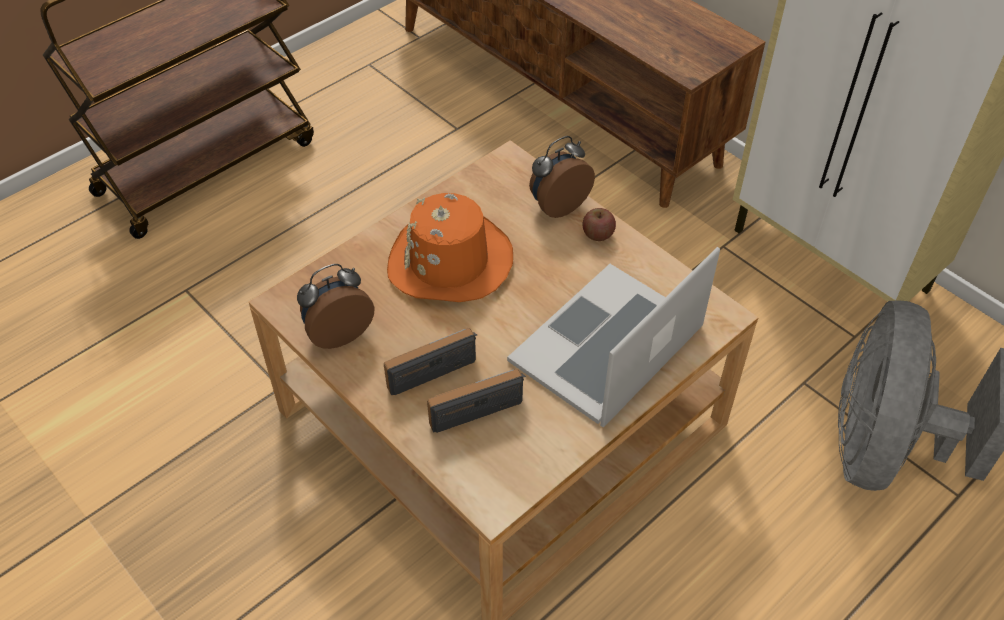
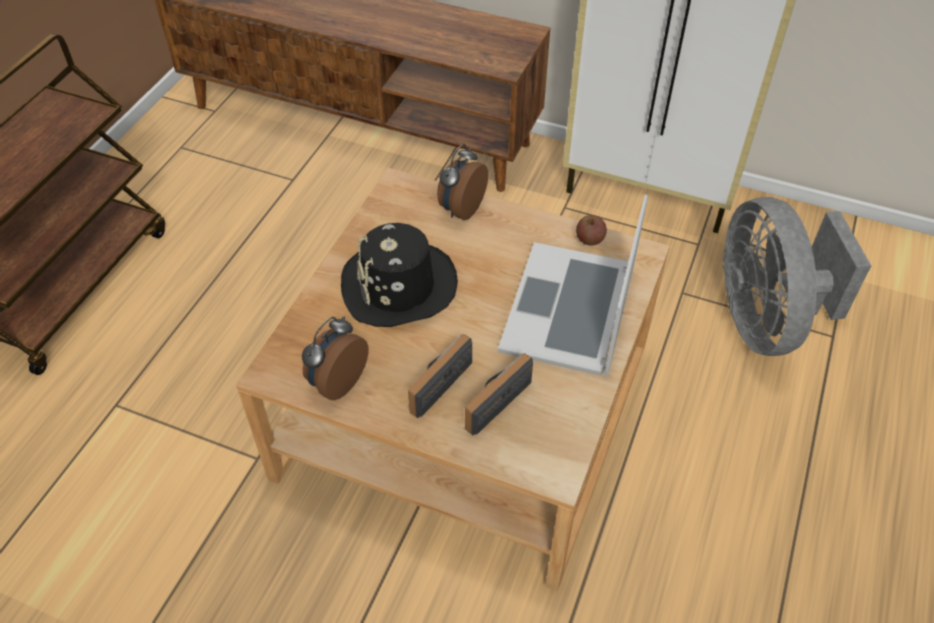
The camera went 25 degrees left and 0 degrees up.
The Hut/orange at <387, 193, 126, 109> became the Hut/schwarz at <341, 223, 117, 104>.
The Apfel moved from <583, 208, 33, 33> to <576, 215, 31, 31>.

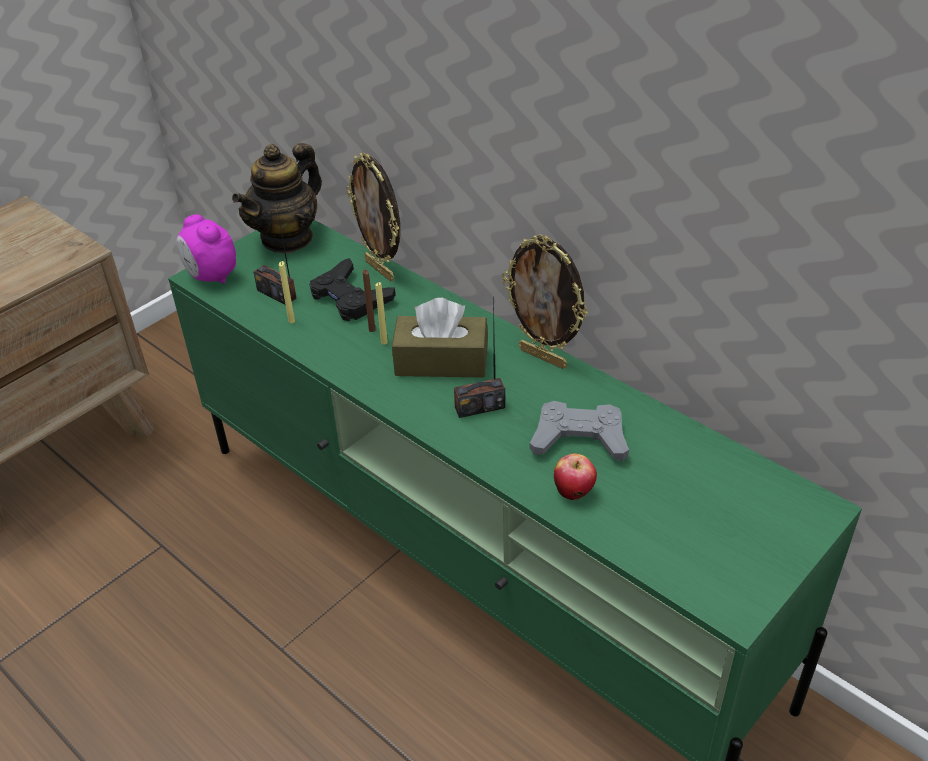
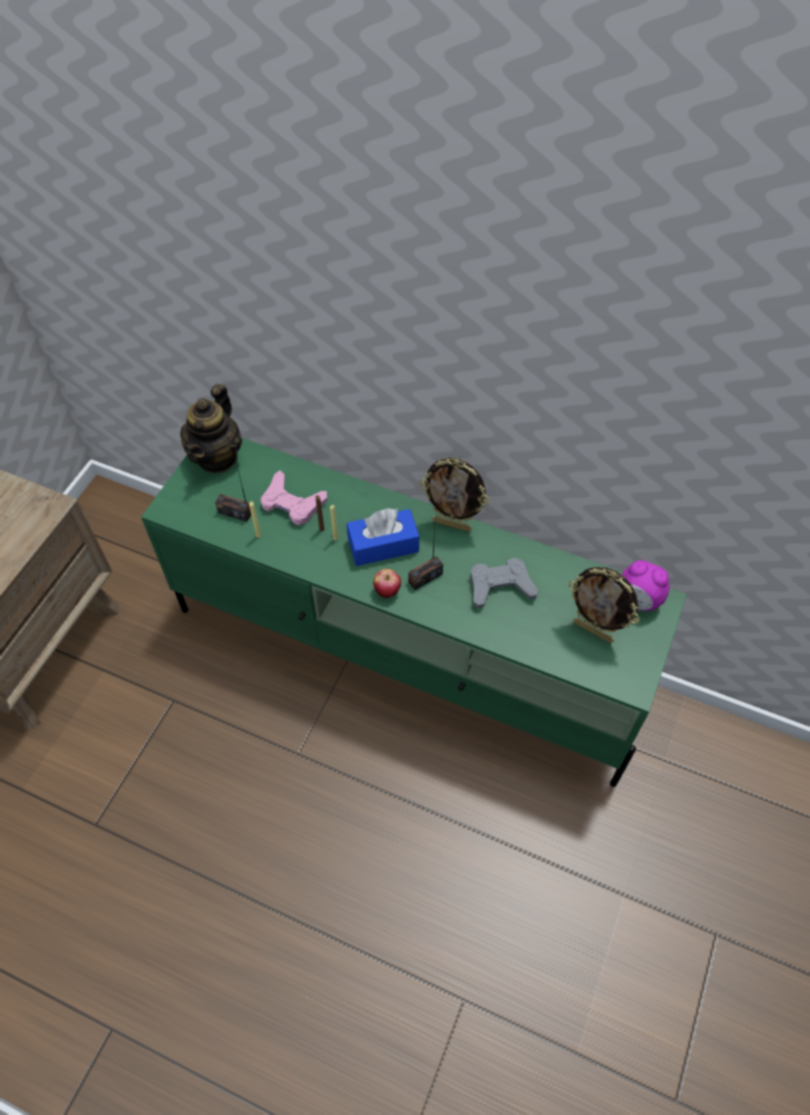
The camera went 20 degrees left and 15 degrees up.
The Bilderrahmen moved from <346, 152, 54, 129> to <568, 567, 72, 76>.
The Wecker moved from <176, 214, 60, 70> to <622, 560, 48, 51>.
The Gamepad/schwarz at <309, 258, 86, 63> became the Gamepad/rosa at <260, 471, 67, 55>.
The Taschentuchbox/braun at <392, 298, 96, 80> became the Taschentuchbox/blau at <347, 508, 72, 58>.
The Apfel moved from <554, 454, 43, 46> to <373, 569, 28, 29>.

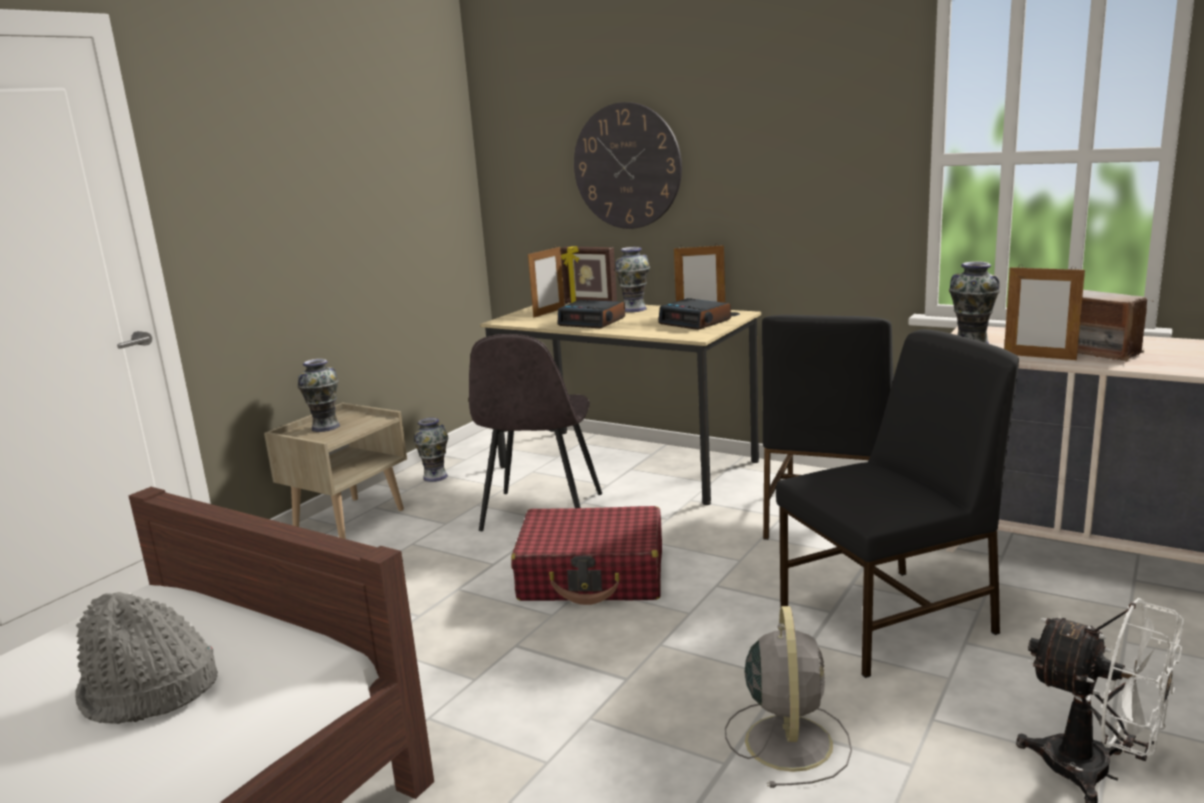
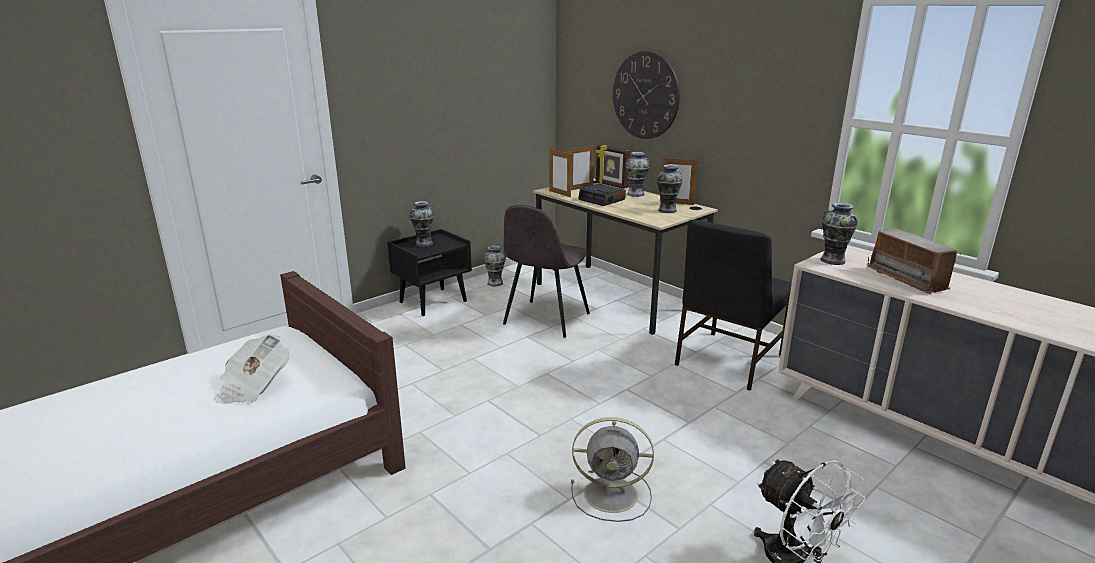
The camera went 15 degrees right and 5 degrees up.
The Bilderrahmen moved from <1004, 265, 81, 95> to <549, 149, 23, 48>.
The Wecker at <658, 298, 73, 32> was replaced by the Vase at <656, 165, 27, 48>.
The Stuhl/schwarz at <776, 329, 243, 349> disappeared.
The Nachttisch/beige at <264, 402, 143, 137> became the Nachttisch/schwarz at <387, 229, 85, 87>.
The Koffer/rot at <511, 506, 151, 99> disappeared.
The Hut/grau at <75, 592, 143, 132> was replaced by the Zeitung at <215, 334, 74, 70>.
The Ventilator/grau at <725, 606, 127, 182> turned 75 degrees clockwise.

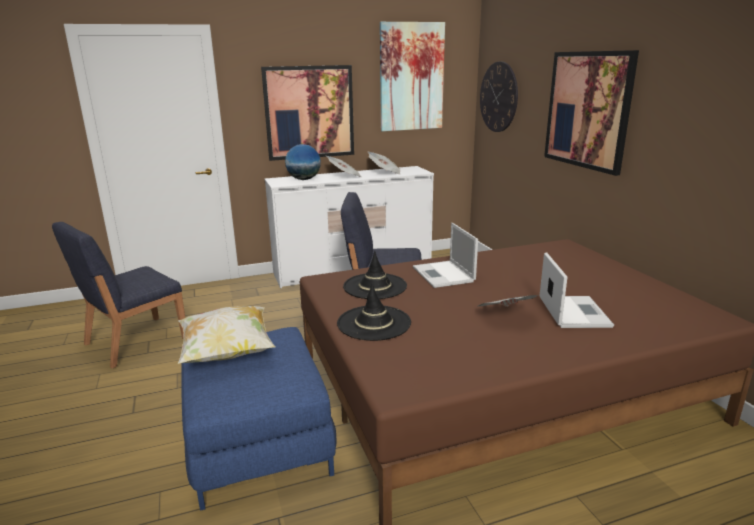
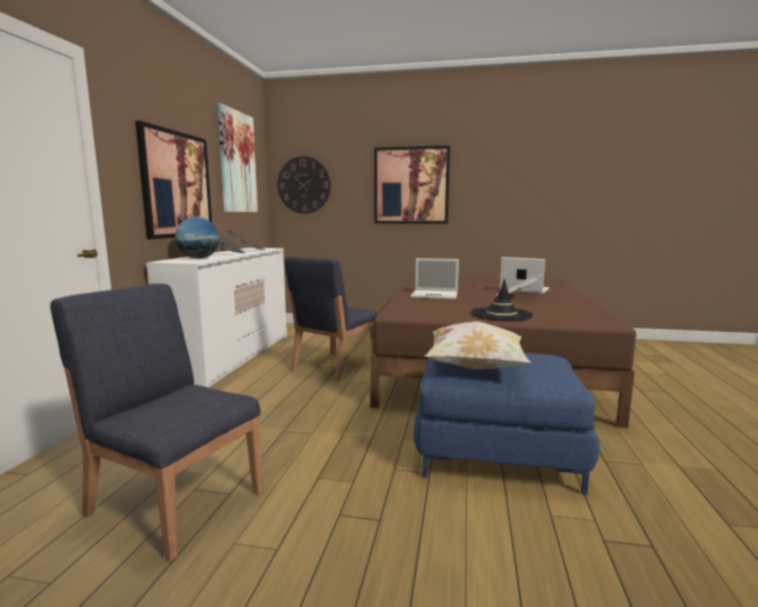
The camera went 60 degrees left and 10 degrees down.
The Stuhl/blau at <52, 222, 133, 146> turned 135 degrees clockwise.
The Hut/schwarz at <343, 251, 64, 48> disappeared.

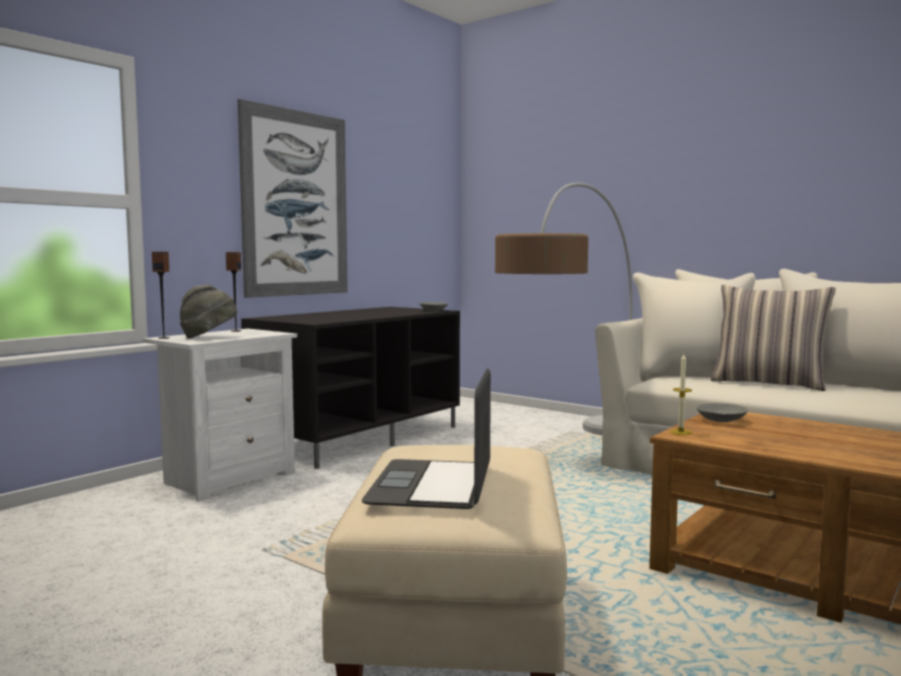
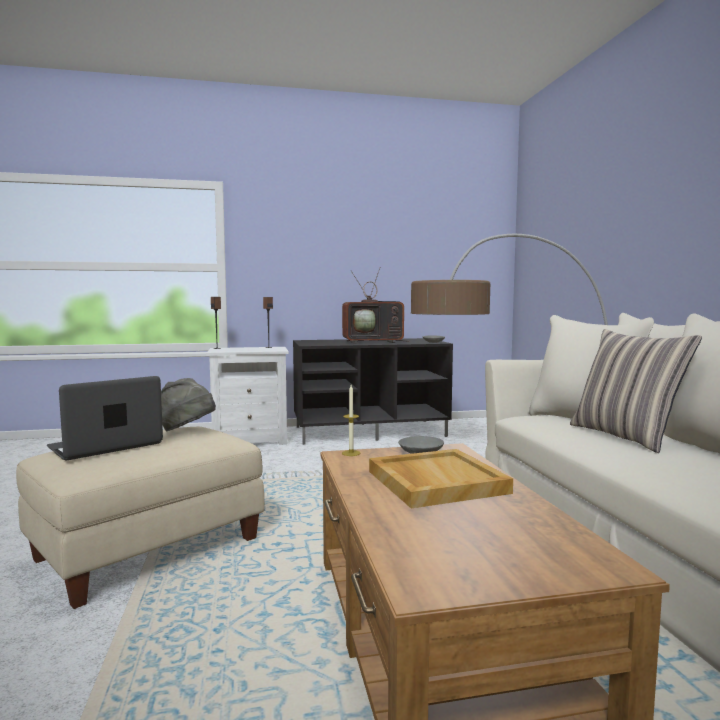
The camera went 40 degrees right and 0 degrees up.
The Bild at <238, 99, 110, 199> disappeared.
The Hut/grau moved from <180, 284, 57, 54> to <161, 378, 55, 53>.
The Fernseher at <342, 268, 68, 76> appeared.
The Tablett/beige at <369, 449, 144, 59> appeared.

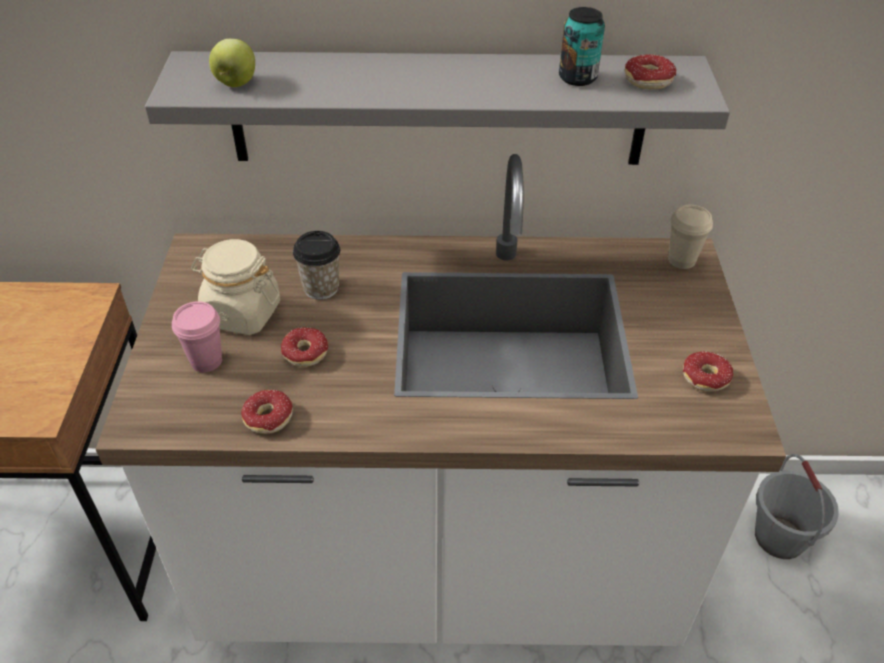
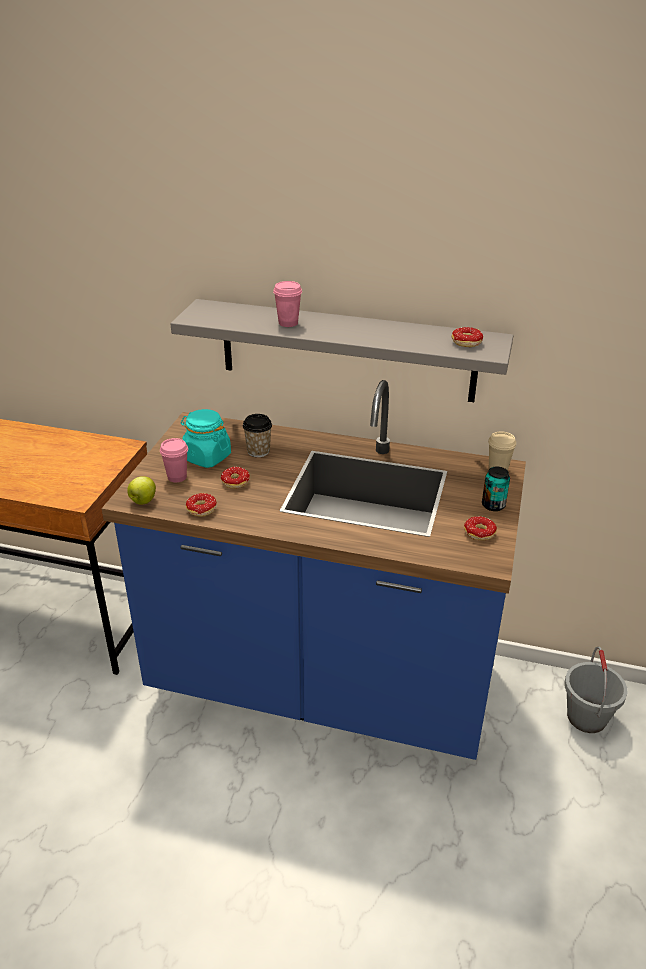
The camera went 15 degrees right and 10 degrees down.
The Dose moved from <559, 7, 46, 79> to <482, 467, 28, 44>.
The Apfel moved from <209, 39, 46, 48> to <127, 476, 29, 29>.
The Küchenzeile/weiß at <95, 154, 691, 492> became the Küchenzeile/blau at <102, 380, 424, 380>.
The Vorratsglas/beige at <191, 239, 89, 96> became the Vorratsglas/türkis at <181, 409, 50, 59>.
The Tasse/rosa at <273, 281, 29, 46> appeared.

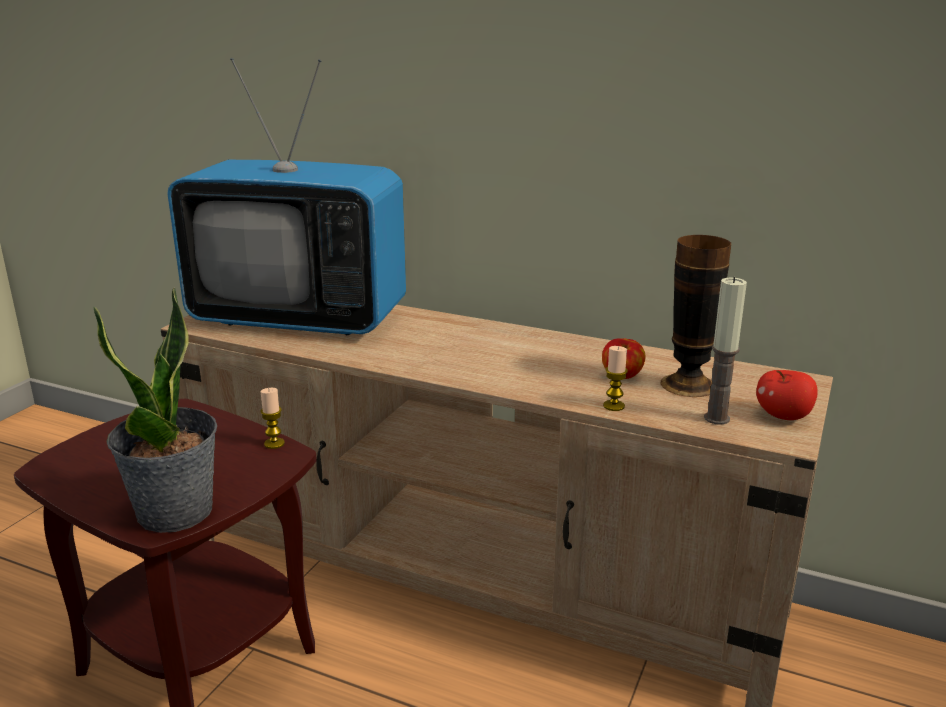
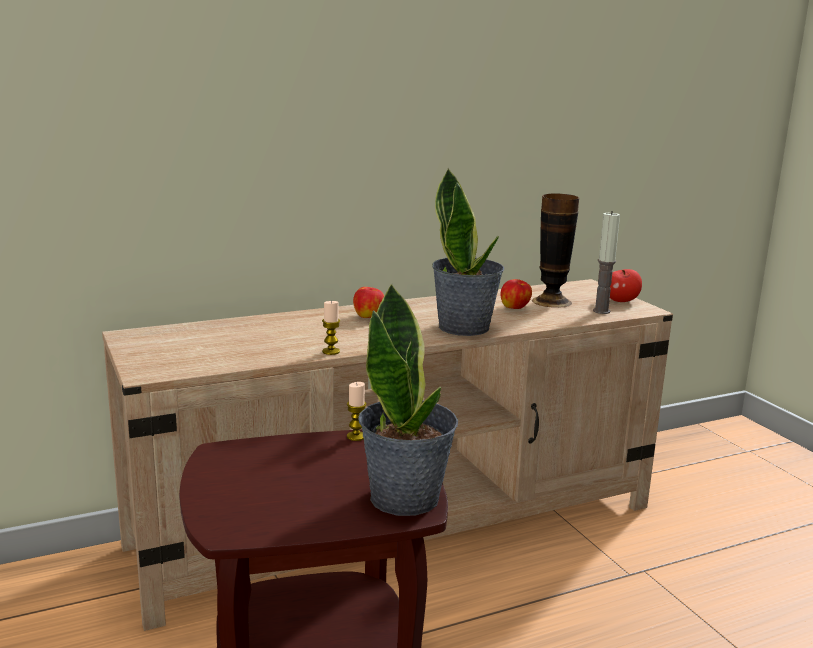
The camera went 50 degrees left and 5 degrees down.
The Fernseher at <167, 58, 239, 277> disappeared.
The Kerze moved from <603, 346, 25, 65> to <322, 301, 18, 54>.
The Topfpflanze at <432, 168, 72, 168> appeared.
The Apfel at <353, 287, 31, 31> appeared.

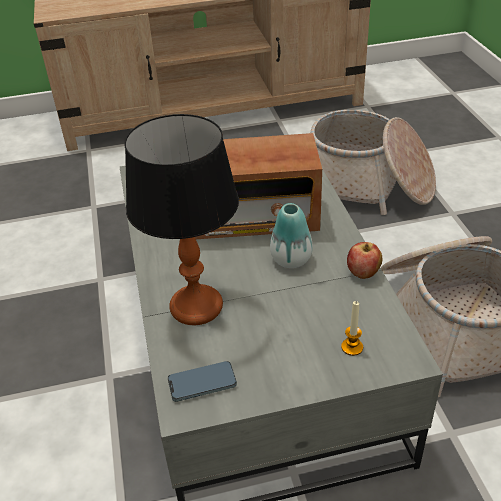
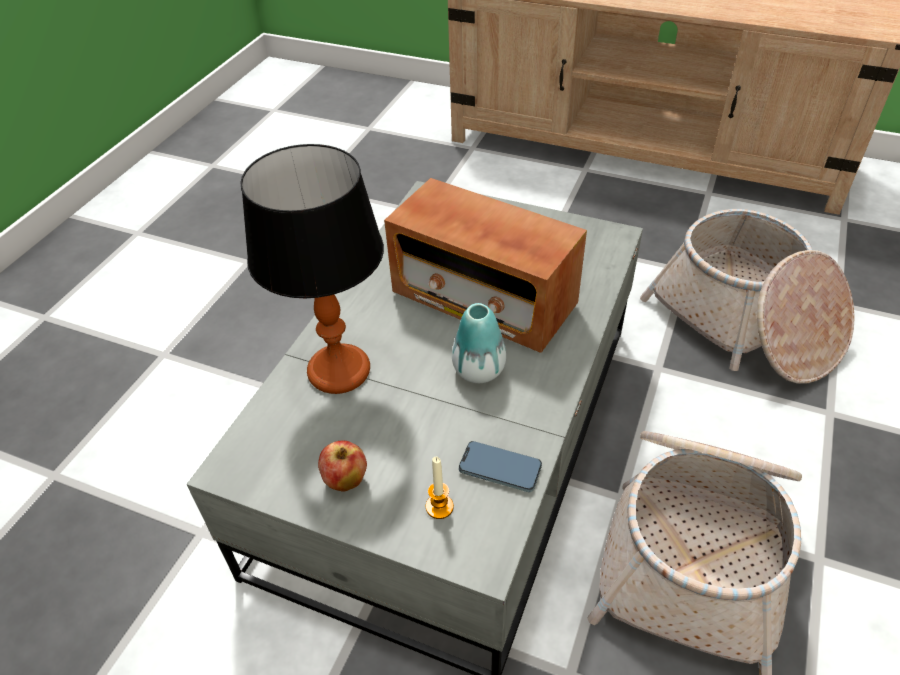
The camera went 35 degrees right and 5 degrees up.
The Apfel moved from <347, 242, 35, 37> to <318, 441, 49, 51>.
The Handy moved from <168, 361, 69, 41> to <459, 441, 83, 51>.

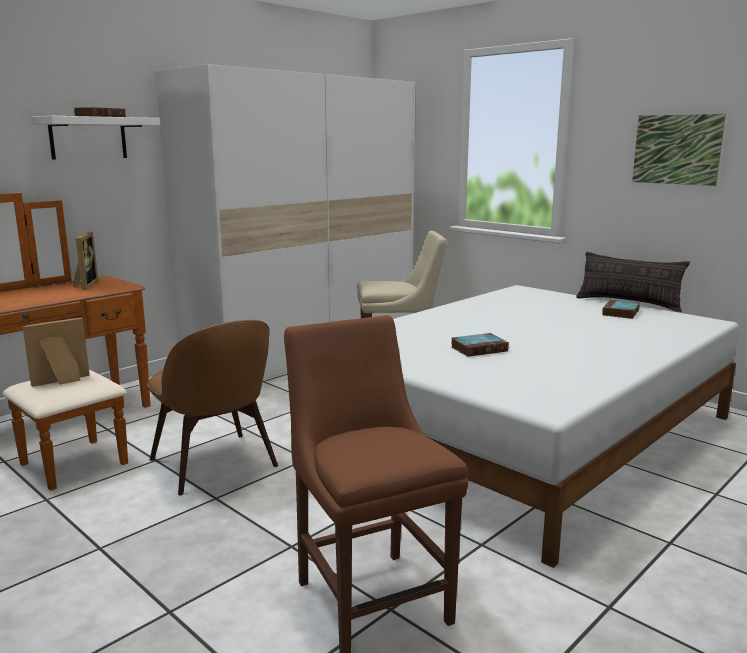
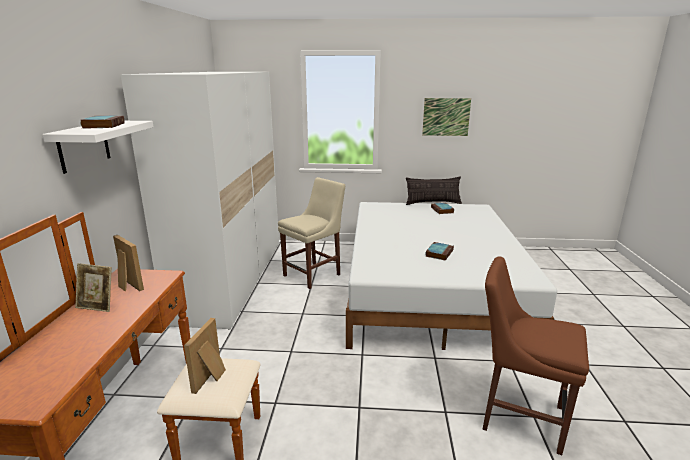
The camera went 40 degrees left and 5 degrees up.
The Stuhl/braun at <147, 320, 131, 175> disappeared.
The Bilderrahmen at <75, 263, 37, 49> appeared.

